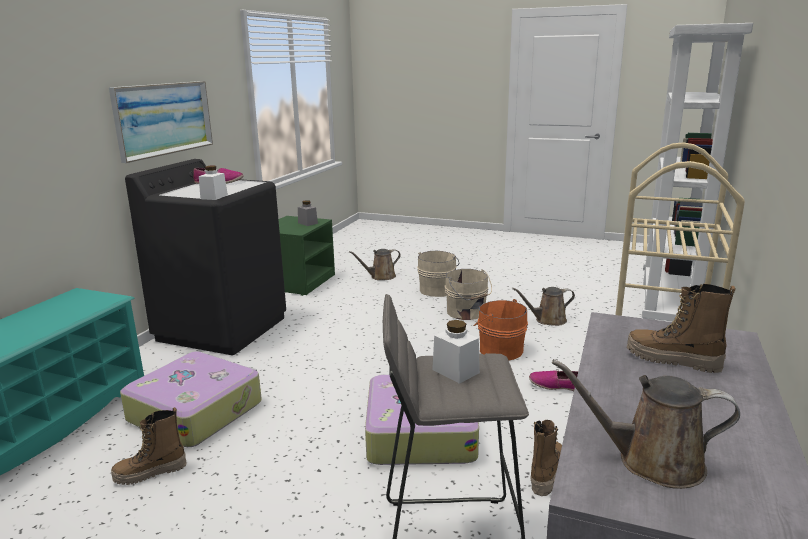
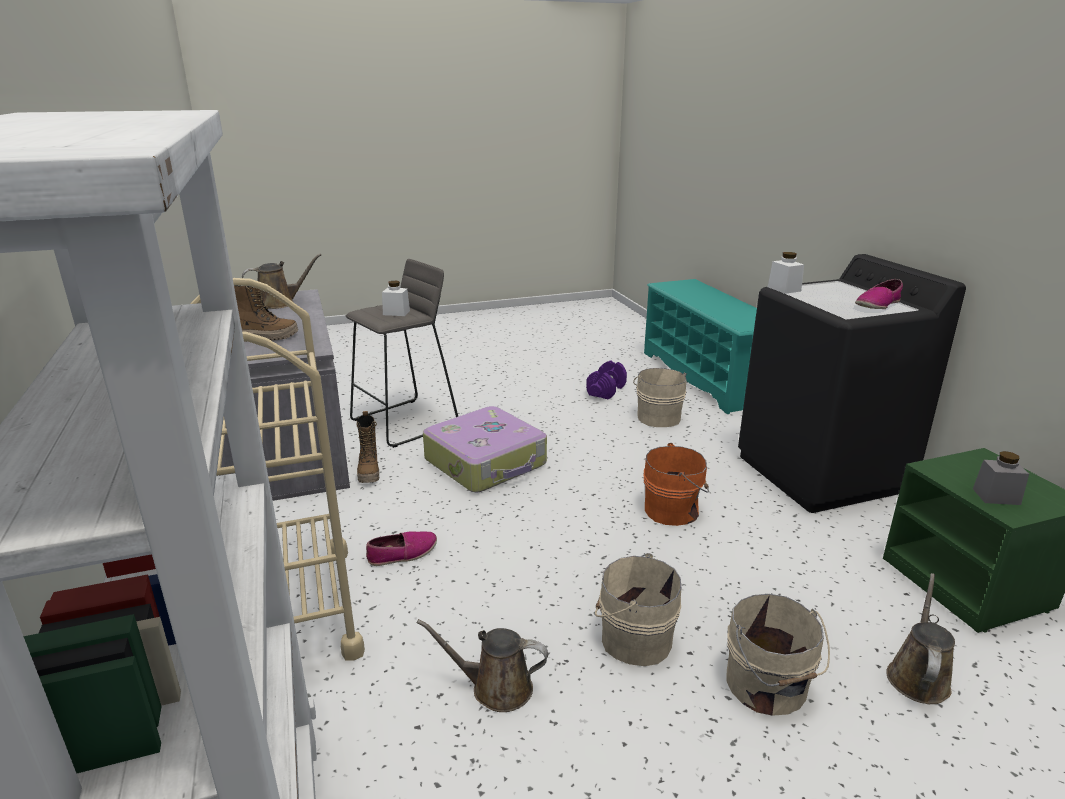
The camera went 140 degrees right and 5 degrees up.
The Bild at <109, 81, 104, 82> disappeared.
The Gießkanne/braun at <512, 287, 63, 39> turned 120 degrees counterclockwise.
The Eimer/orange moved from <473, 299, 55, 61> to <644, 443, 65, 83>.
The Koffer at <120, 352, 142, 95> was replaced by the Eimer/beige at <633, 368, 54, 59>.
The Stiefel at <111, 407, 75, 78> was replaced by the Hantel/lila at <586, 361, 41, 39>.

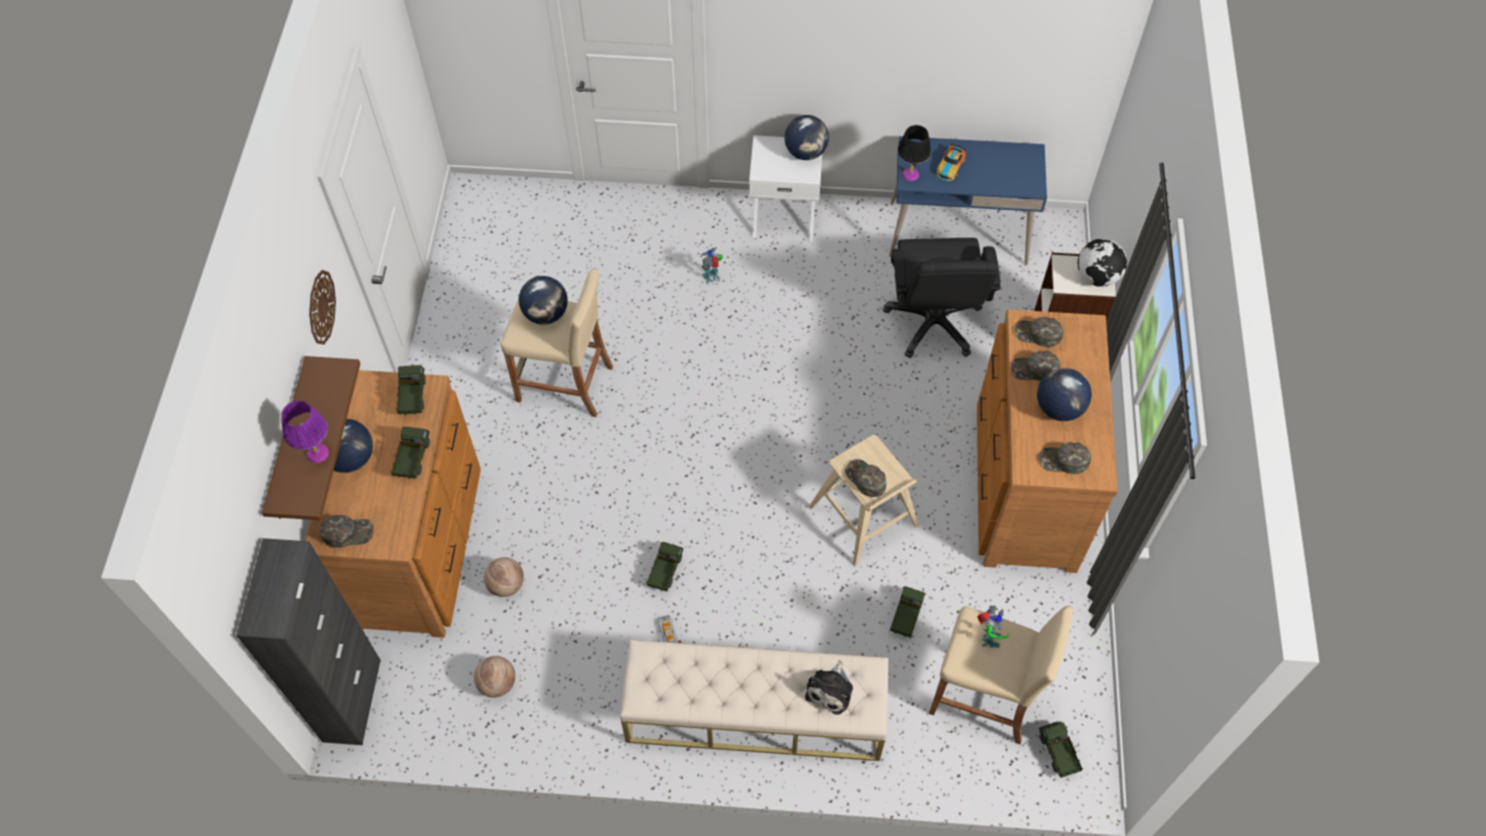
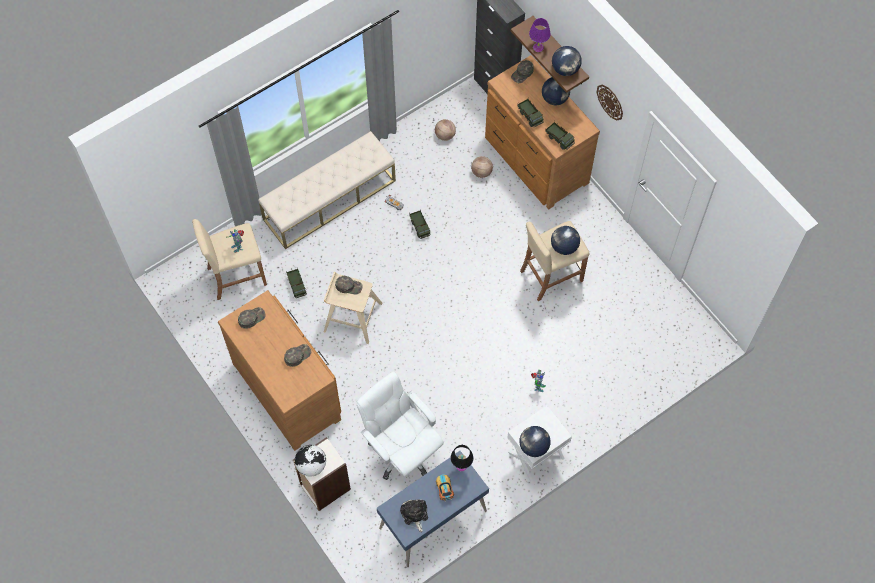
The camera went 140 degrees right and 5 degrees up.
The Bürostuhl/schwarz at <883, 238, 118, 120> became the Bürostuhl/weiß at <356, 371, 88, 109>.
The Kappe/grün at <1014, 317, 49, 30> disappeared.
The Globus moved from <1037, 368, 55, 53> to <552, 46, 30, 30>.
The Plüschtier moved from <805, 660, 48, 55> to <400, 499, 28, 33>.
The Spielzeuglaster at <1039, 722, 45, 56> disappeared.

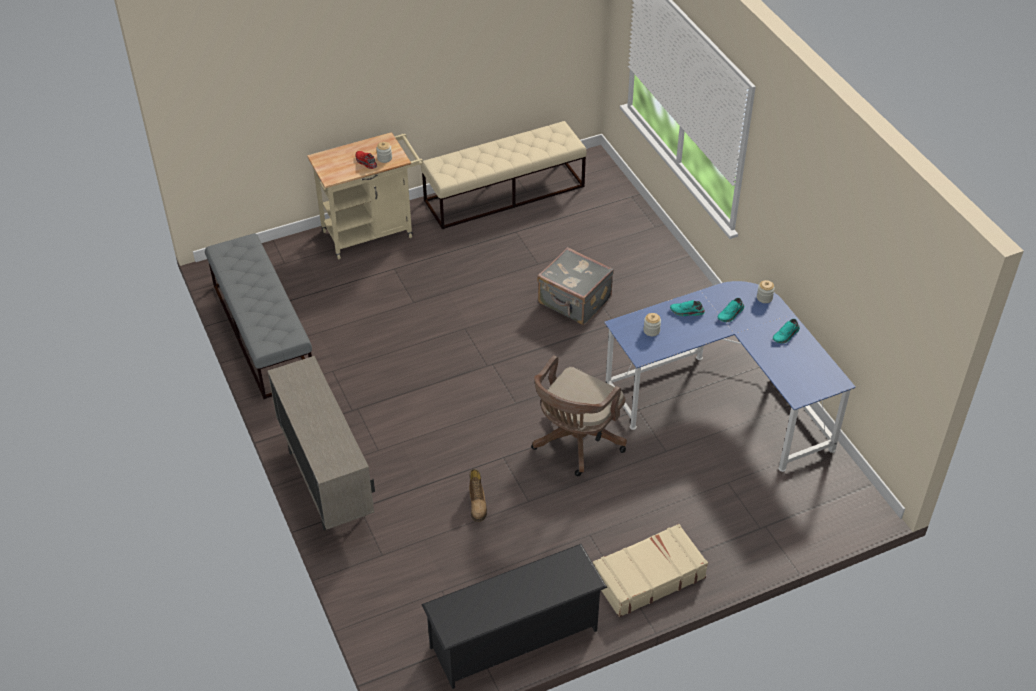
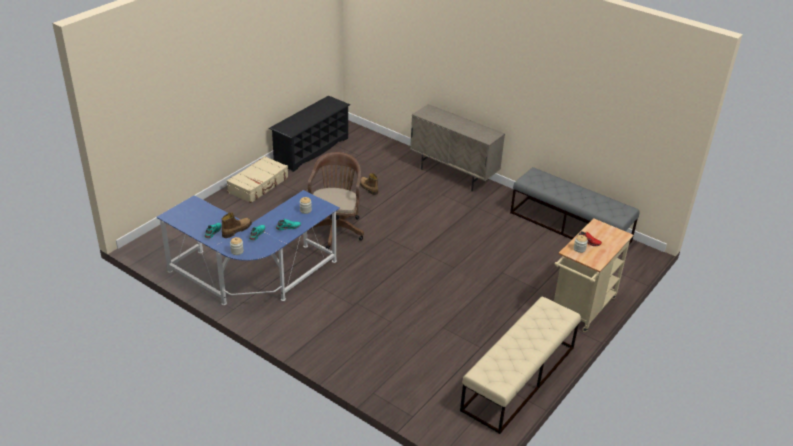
The camera went 150 degrees right and 10 degrees down.
The Koffer/grau at <537, 247, 77, 78> disappeared.
The Stiefel at <221, 213, 31, 25> appeared.

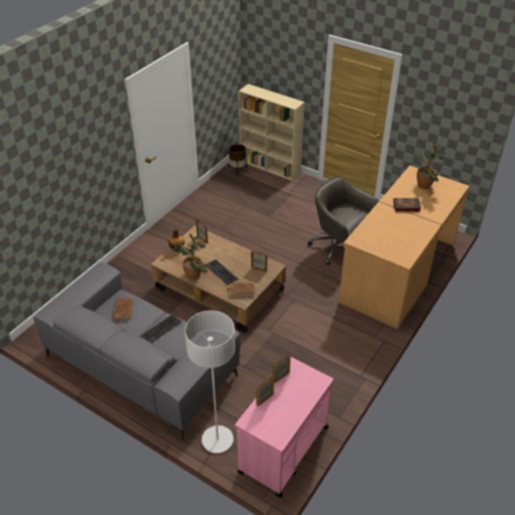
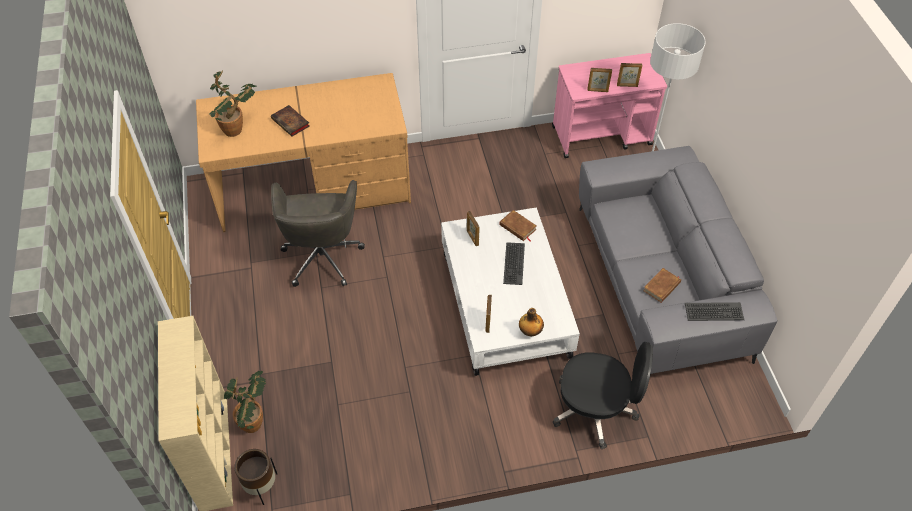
The camera went 135 degrees left and 10 degrees up.
The Couchtisch/braun at <151, 226, 135, 107> became the Couchtisch/weiß at <441, 207, 139, 169>.
The Topfpflanze moved from <174, 233, 34, 47> to <224, 371, 42, 62>.
The Tastatur moved from <140, 314, 42, 29> to <685, 302, 59, 19>.
The Bürostuhl/schwarz at <553, 342, 100, 107> appeared.

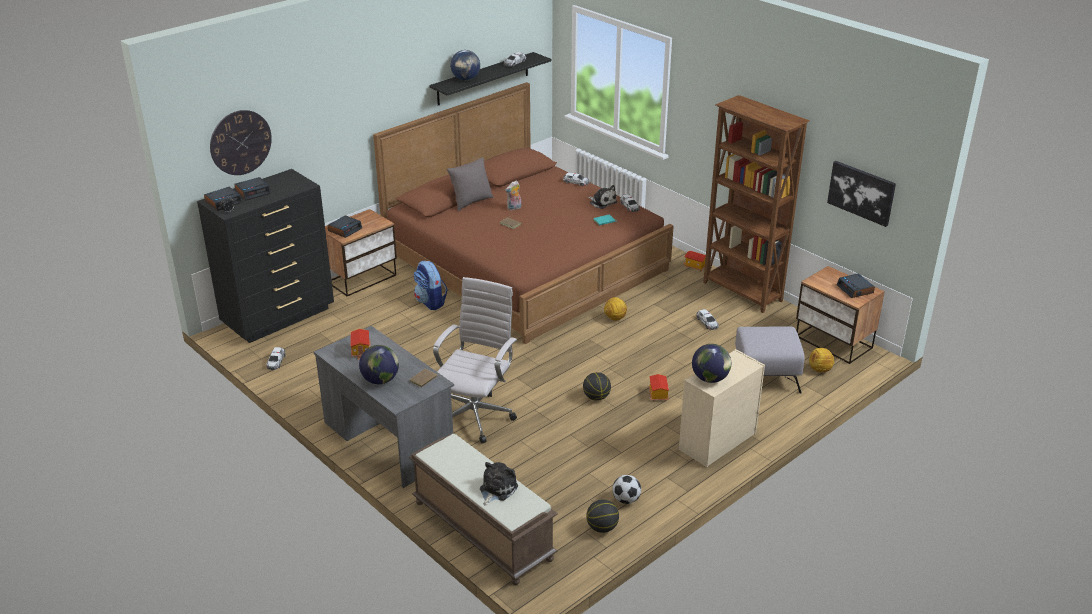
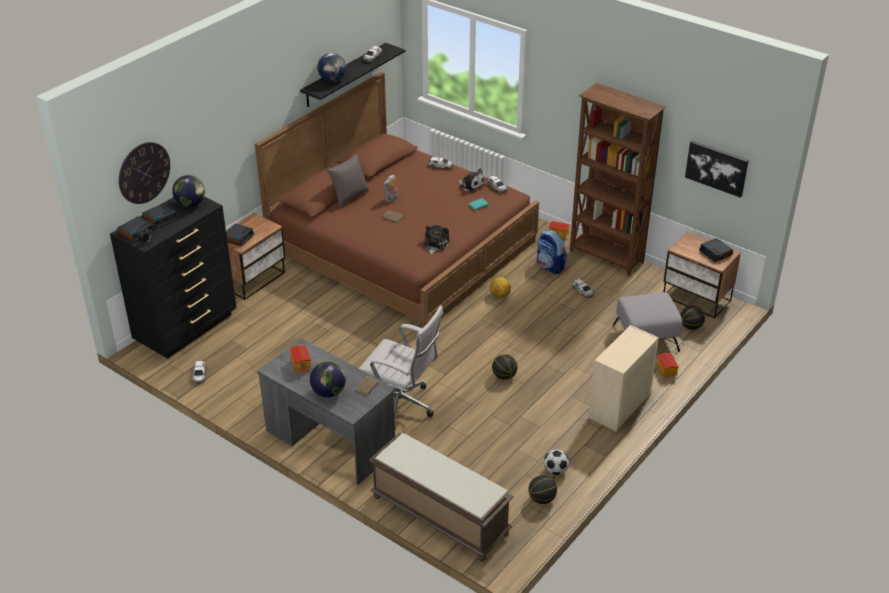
The camera went 10 degrees left and 5 degrees up.
The Rucksack moved from <414, 261, 34, 49> to <537, 230, 30, 44>.
The Bürostuhl/weiß at <433, 277, 84, 166> turned 105 degrees clockwise.
The Globus moved from <692, 344, 39, 39> to <172, 175, 33, 32>.
The Fußball at <809, 348, 25, 25> was replaced by the Basketball at <681, 306, 24, 24>.
The Spielzeughaus moved from <649, 374, 20, 27> to <656, 353, 23, 25>.
The Plüschtier moved from <480, 462, 38, 44> to <424, 225, 26, 30>.

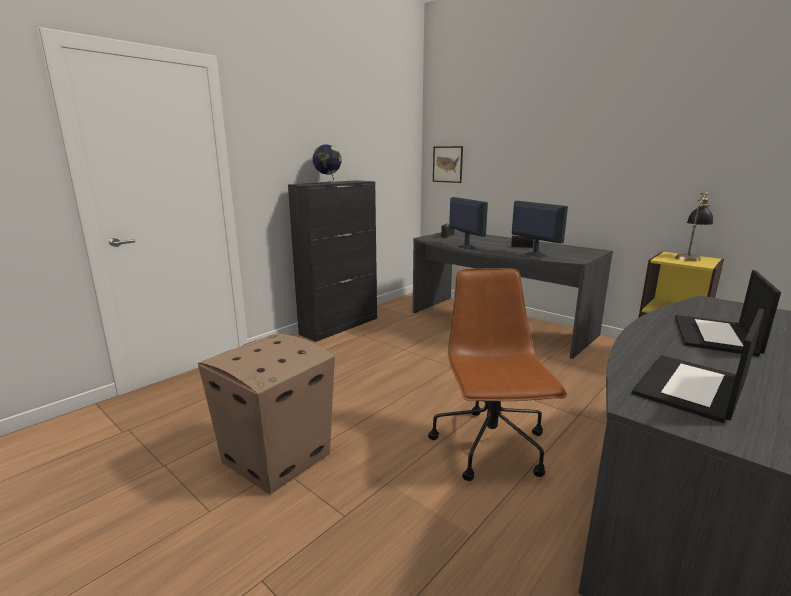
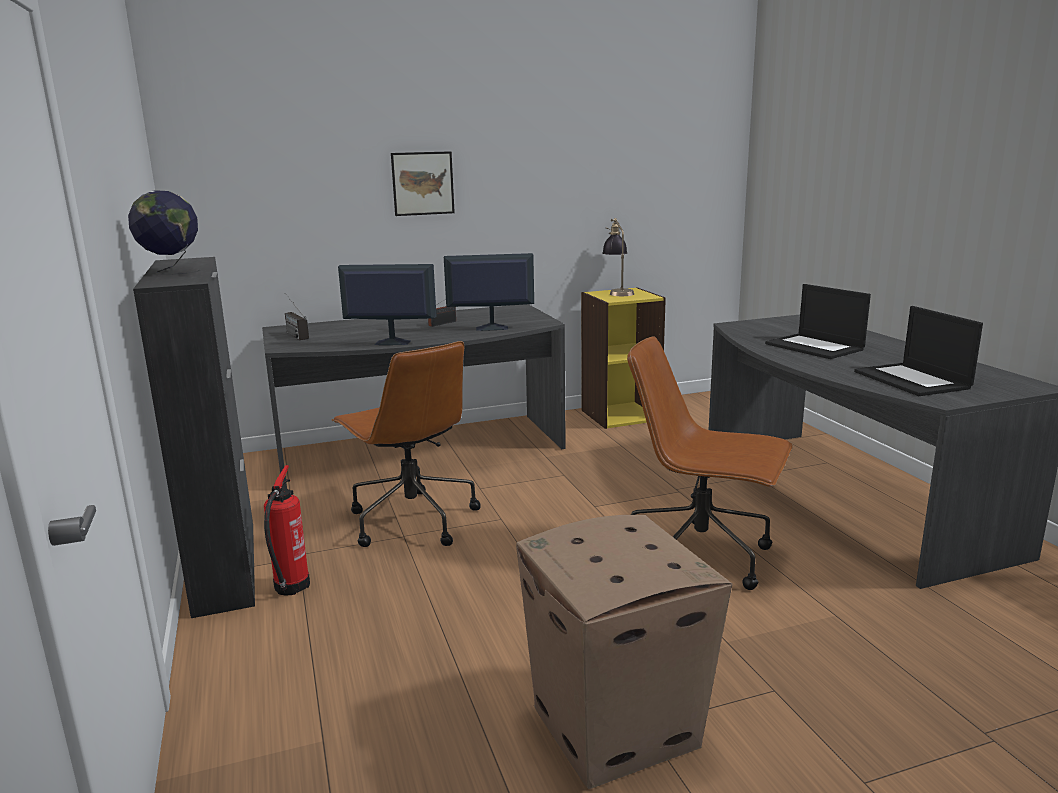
The camera went 60 degrees left and 0 degrees up.
The Bild moved from <433, 146, 30, 37> to <391, 151, 64, 65>.
The Bürostuhl/braun at <332, 341, 149, 206> appeared.
The Feuerlöscher at <264, 465, 46, 131> appeared.

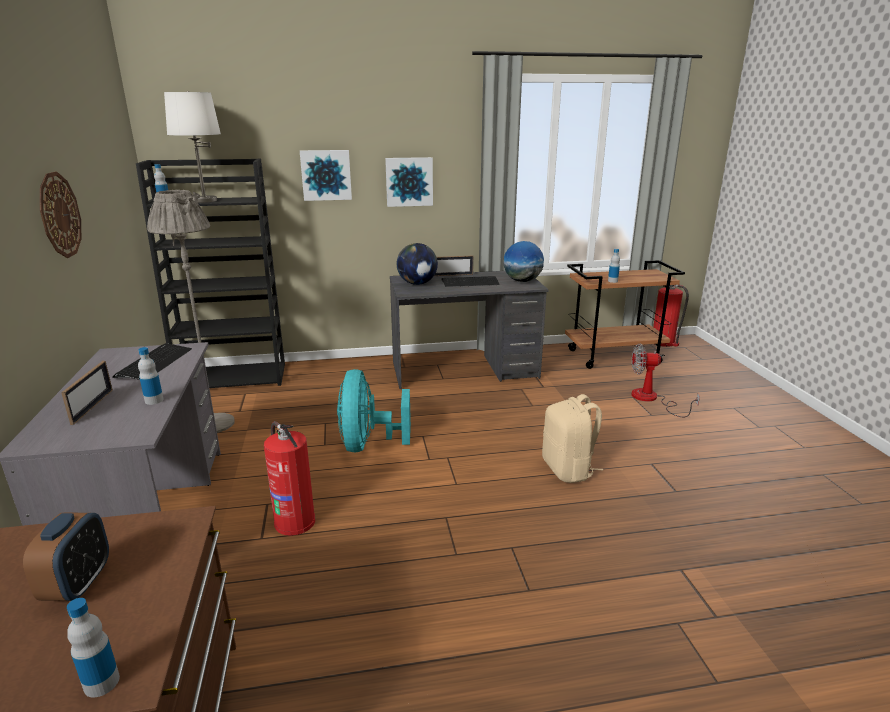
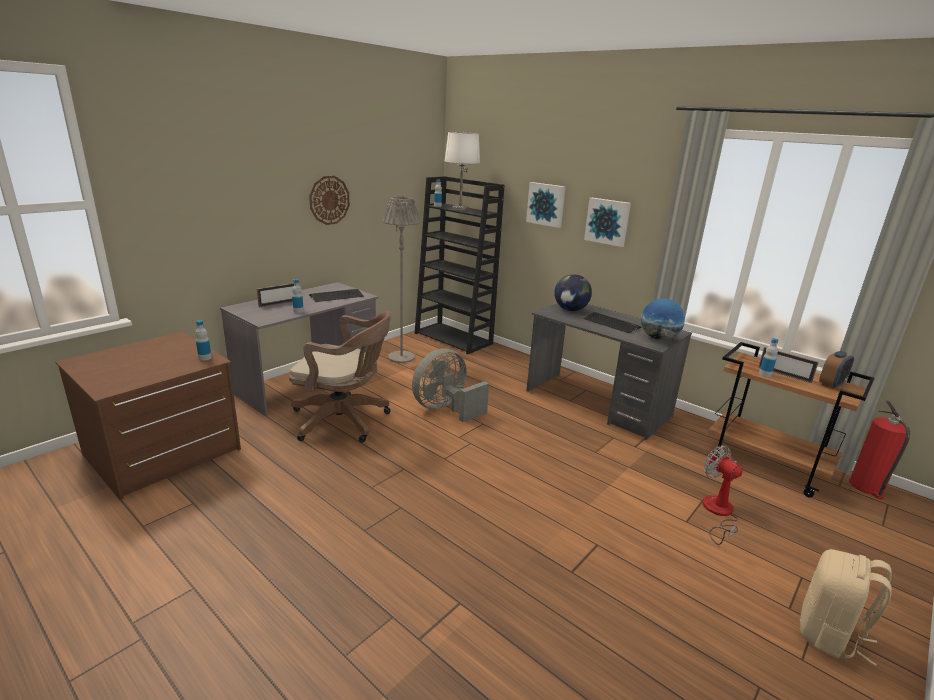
The camera went 50 degrees right and 0 degrees up.
The Bilderrahmen moved from <434, 256, 39, 20> to <758, 347, 61, 36>.
The Ventilator/türkis at <337, 369, 74, 83> became the Ventilator/grau at <412, 348, 77, 74>.
The Rucksack/beige moved from <542, 394, 61, 89> to <800, 549, 92, 117>.
The Feuerlöscher at <264, 421, 51, 115> was replaced by the Bürostuhl/braun at <289, 311, 102, 132>.
The Wecker moved from <23, 512, 86, 89> to <819, 351, 35, 38>.
The Flasche moved from <67, 598, 53, 100> to <195, 320, 17, 41>.

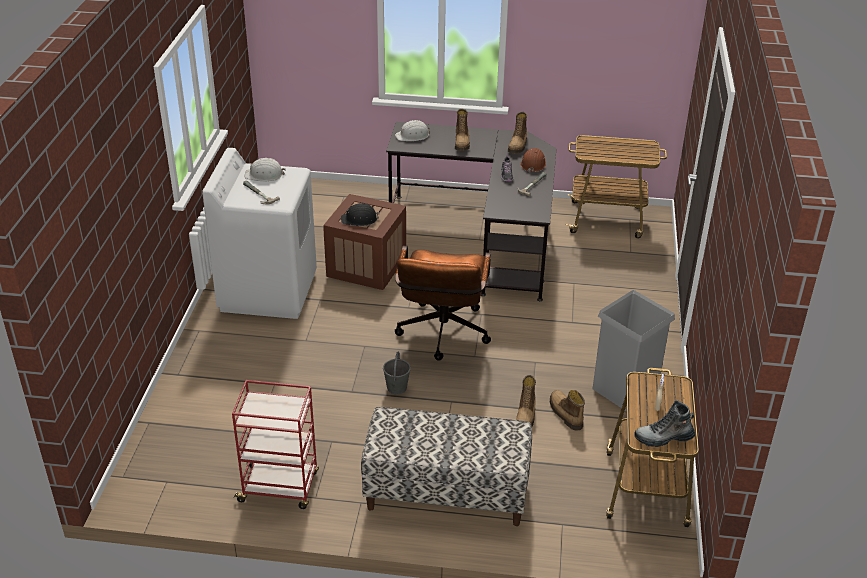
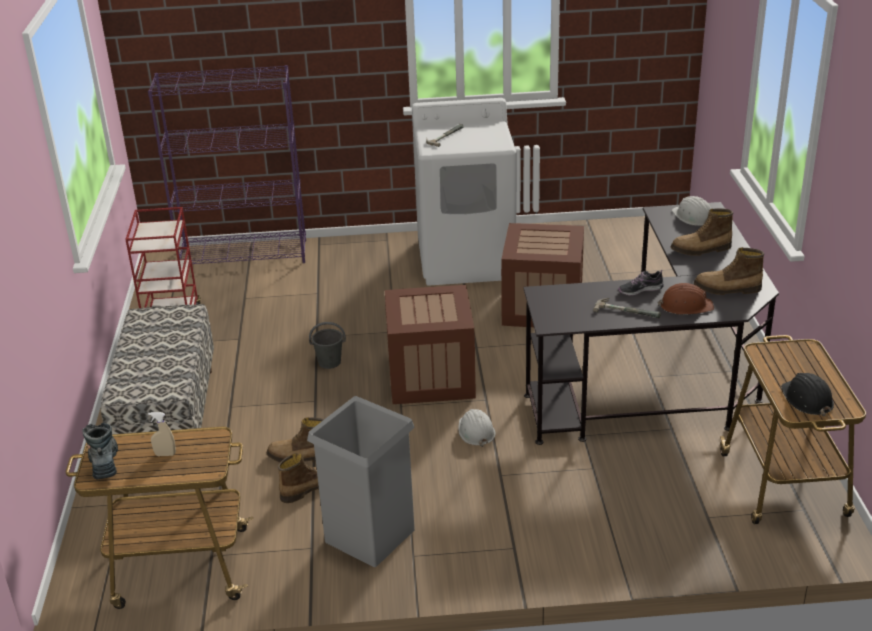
The camera went 80 degrees right and 5 degrees down.
The Schutzhelm/weiß moved from <245, 158, 41, 23> to <458, 409, 38, 38>.
The Schutzhelm/schwarz moved from <341, 203, 38, 23> to <781, 373, 53, 43>.
The Bürostuhl/braun at <395, 245, 96, 115> was replaced by the Kiste at <385, 285, 91, 119>.
The Bücherregal/lila at <148, 65, 158, 199> appeared.

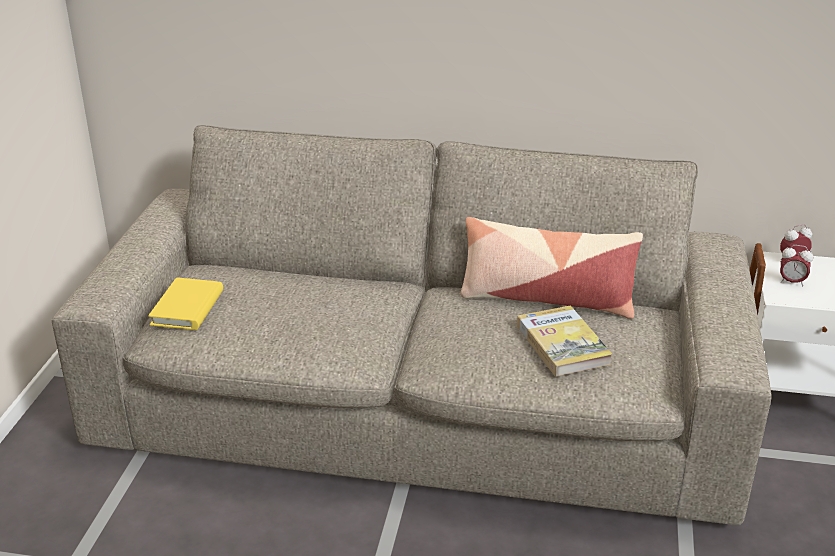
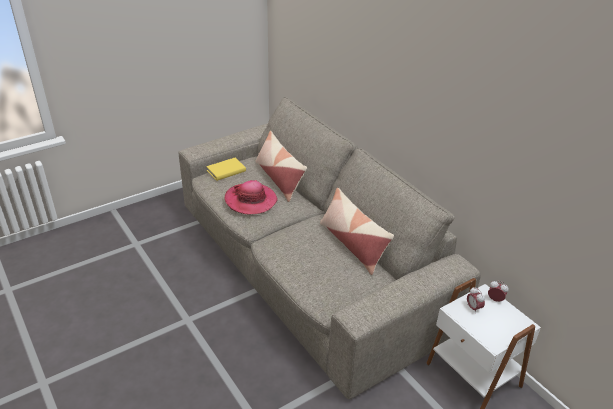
The camera went 45 degrees right and 5 degrees up.
The Buch at <517, 305, 96, 72> disappeared.
The Kissen at <255, 131, 52, 71> appeared.
The Hut at <225, 180, 53, 34> appeared.

